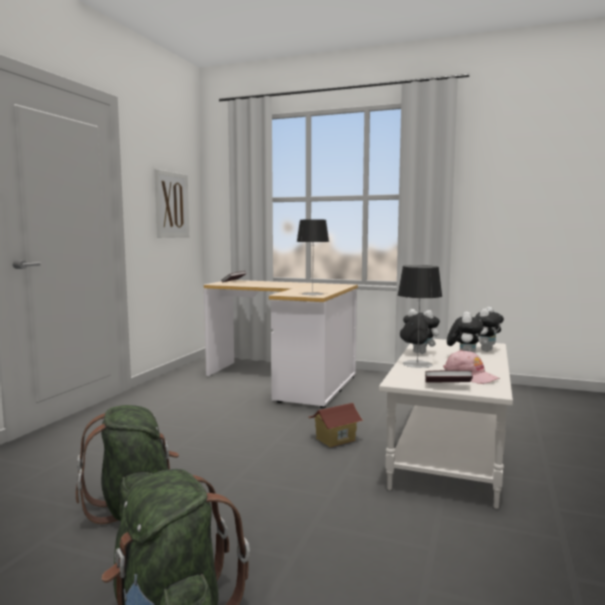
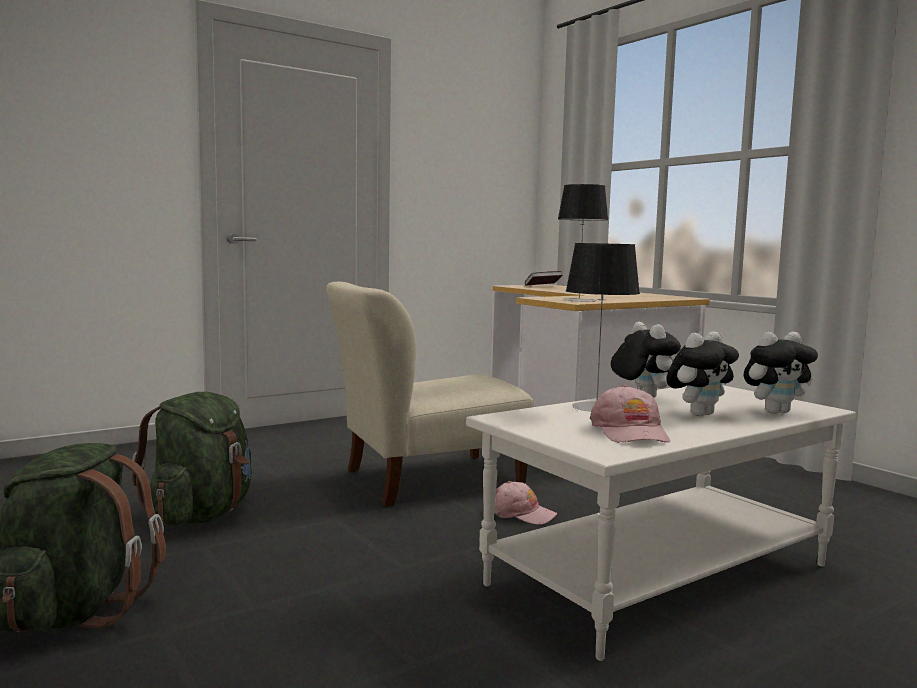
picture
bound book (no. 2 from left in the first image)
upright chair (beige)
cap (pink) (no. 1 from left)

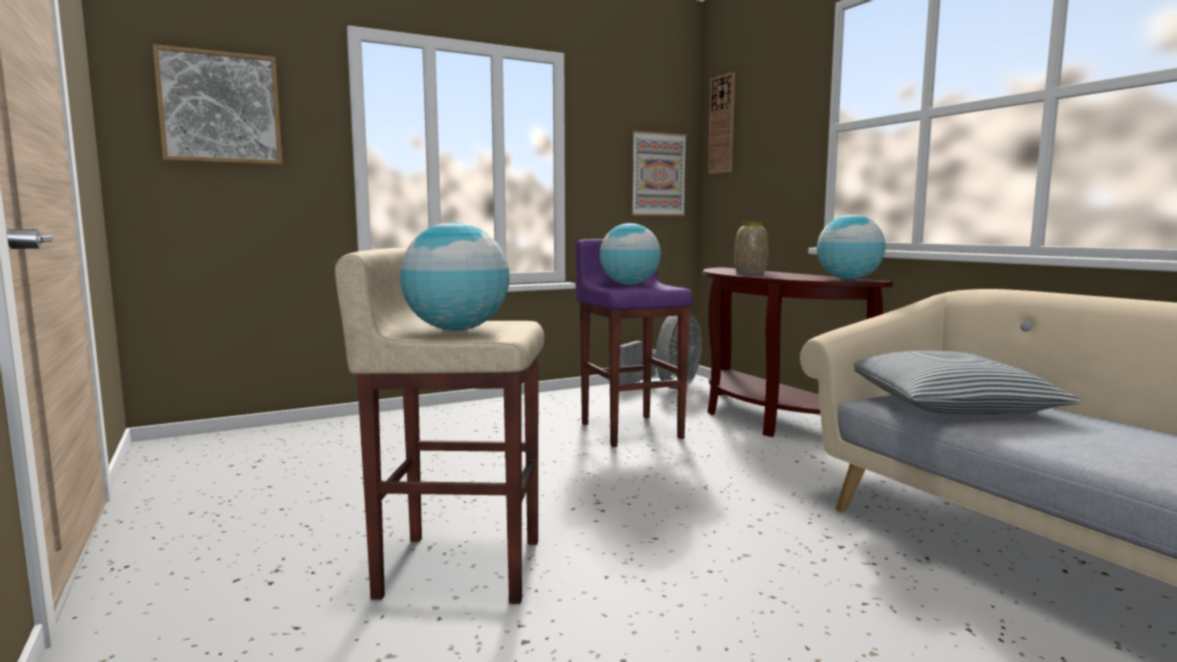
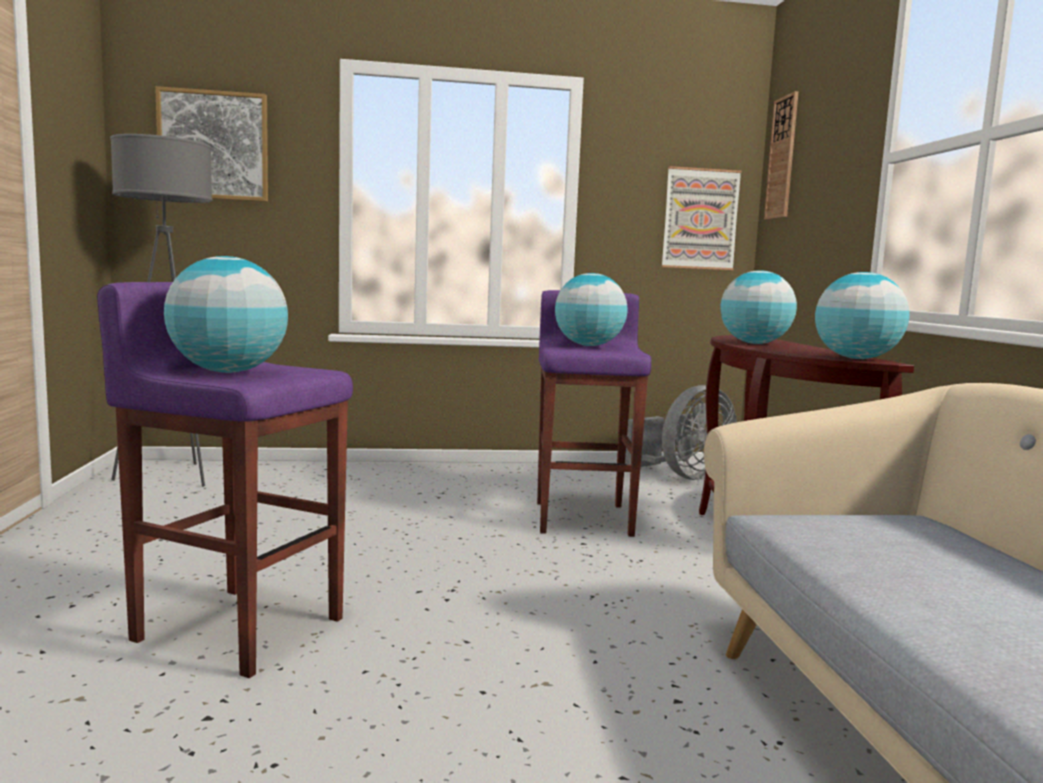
pillow
floor lamp (grey)
globe (no. 3 from left)
stool seat (purplish) (no. 1 from left)

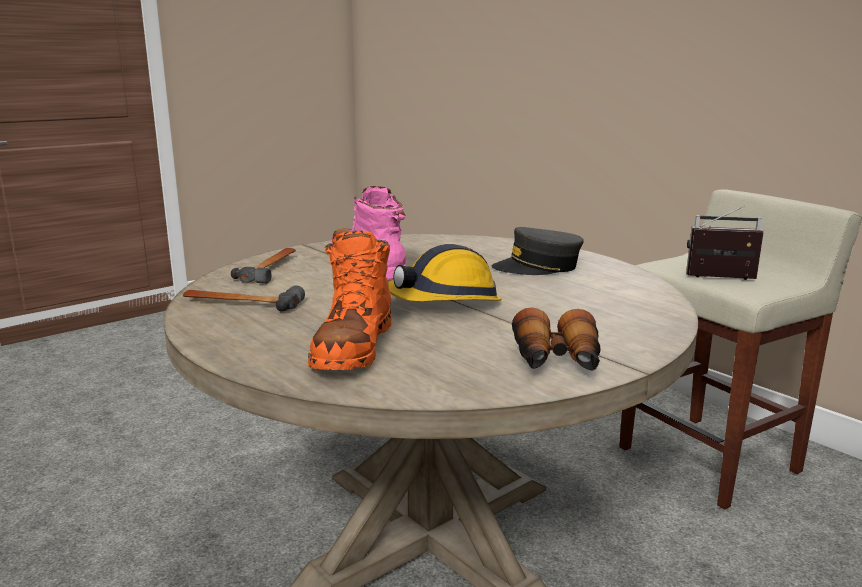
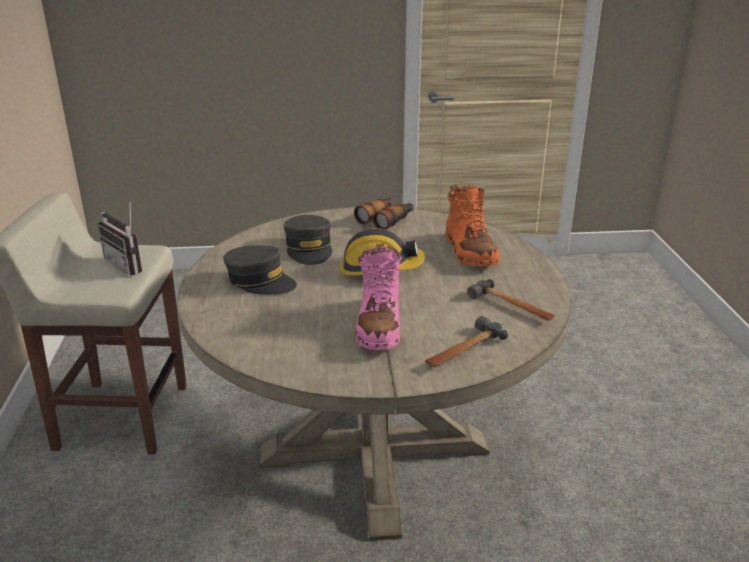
cap (grey) (no. 2 from left)
tall boot (orange-coloured)

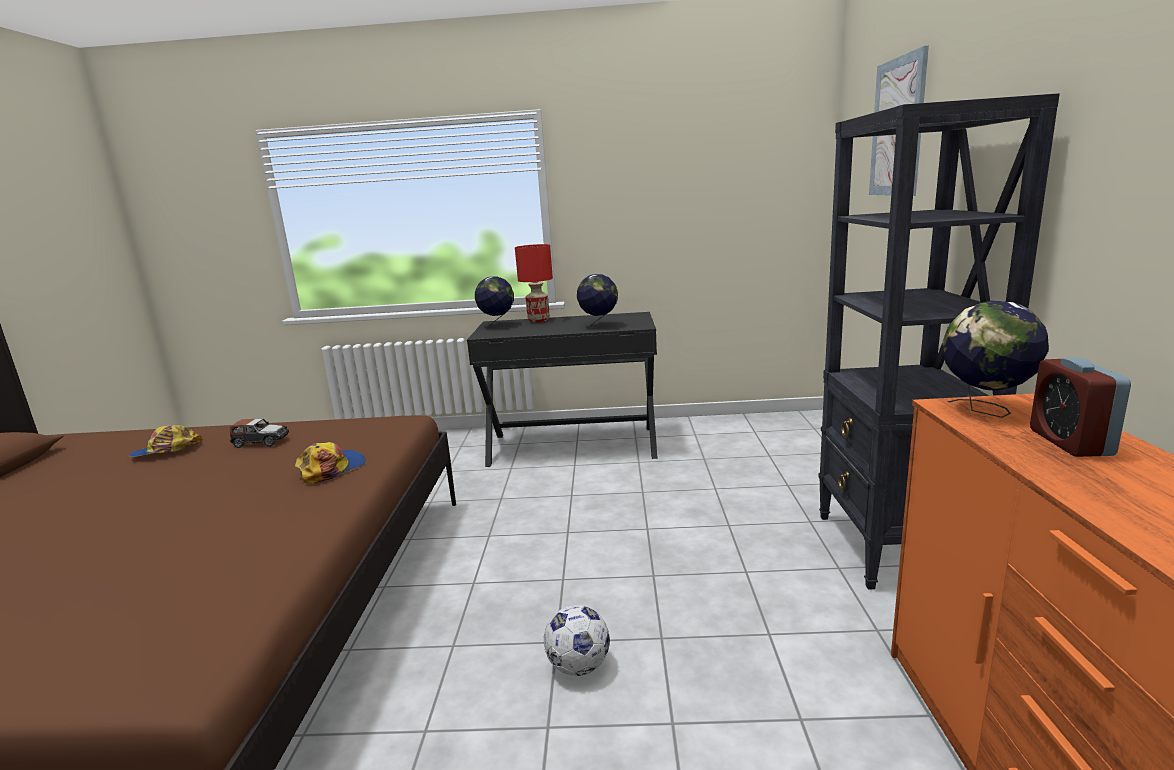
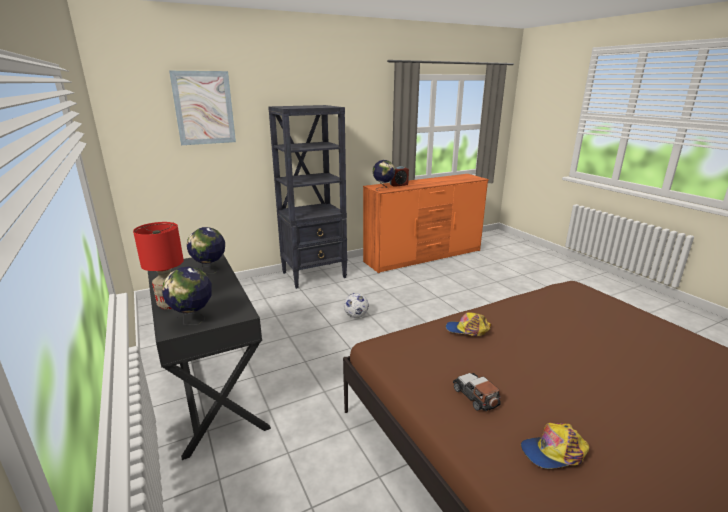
football
cap (no. 2 from left)

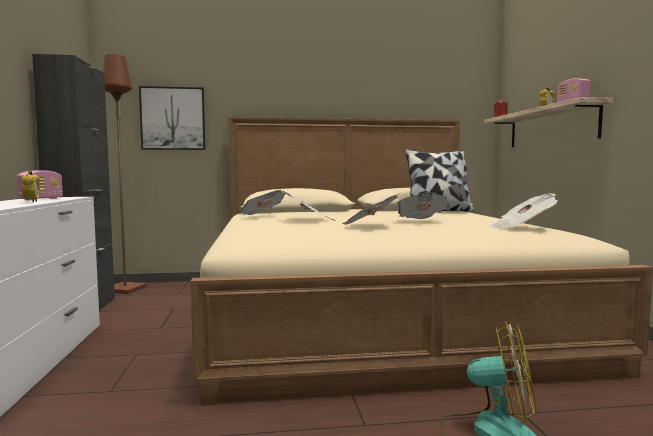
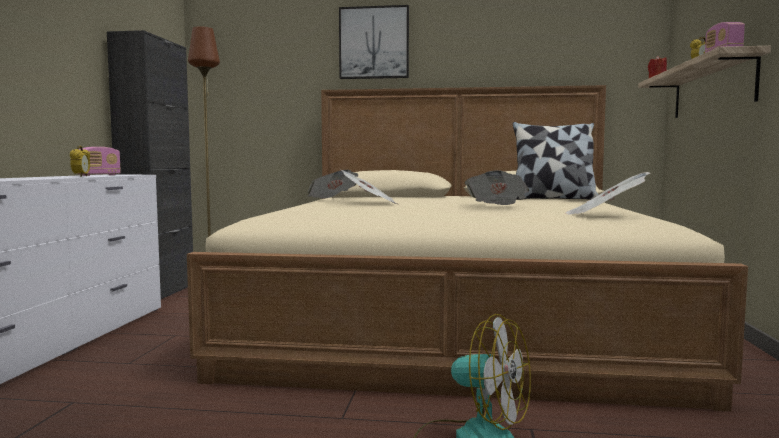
daily paper (no. 3 from left in the first image)
picture

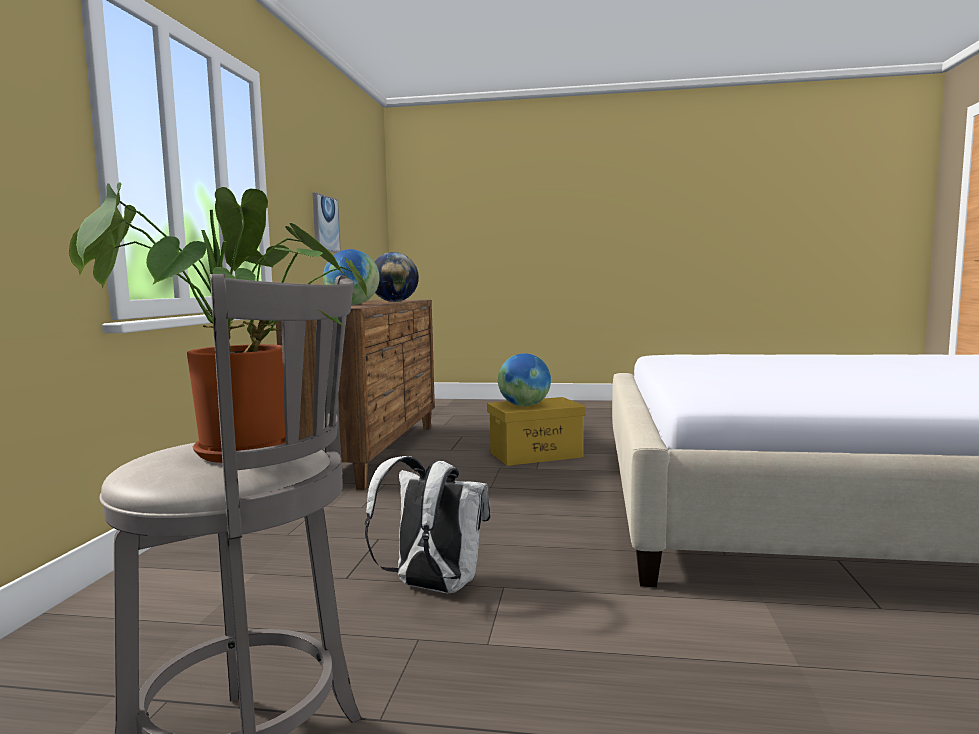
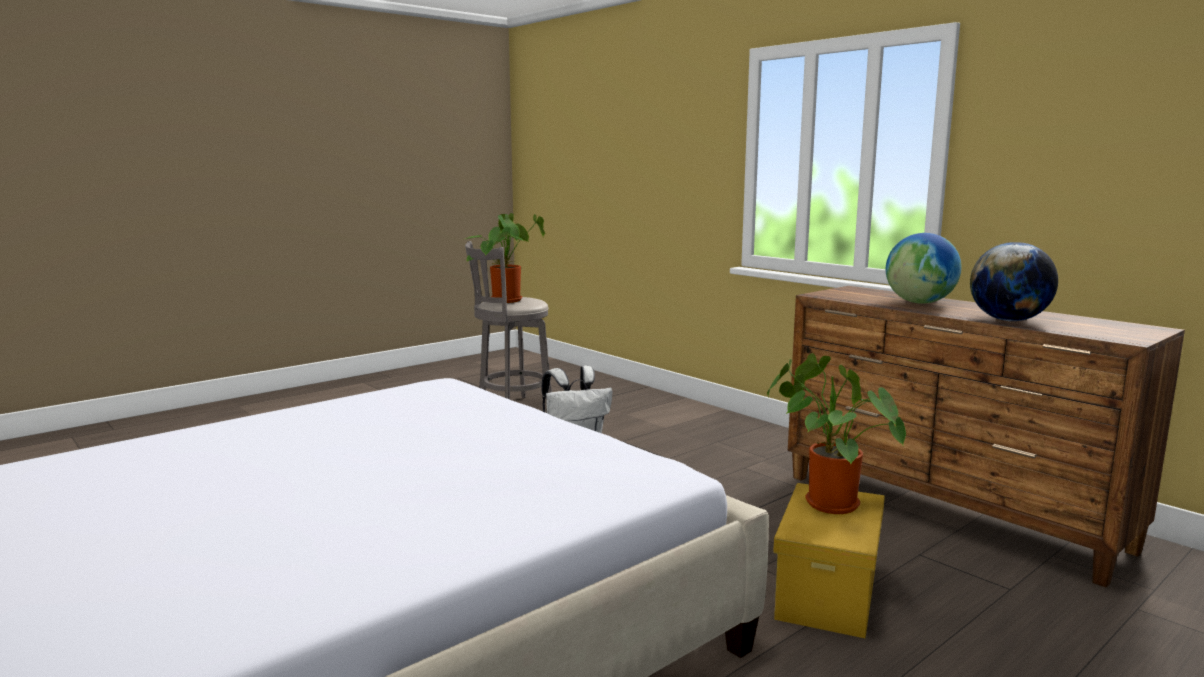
picture
plant in a pot (no. 2 from left)

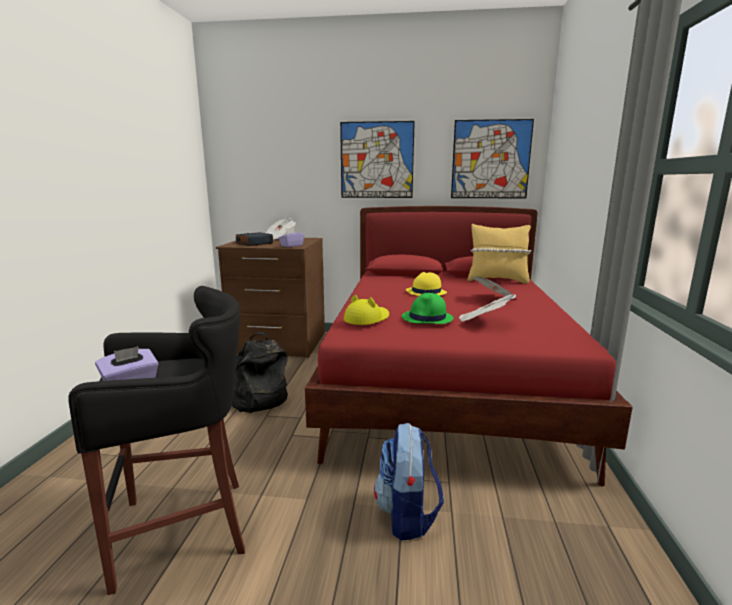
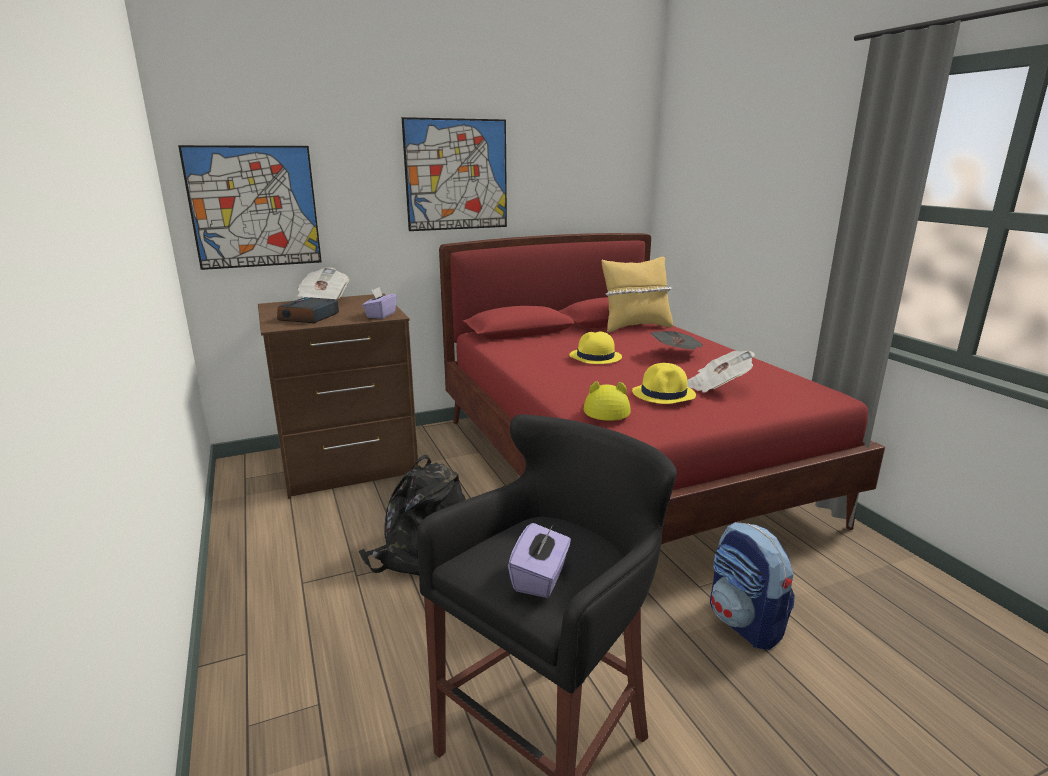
picture (no. 1 from left)
wearable hat (yellow) (no. 3 from left)

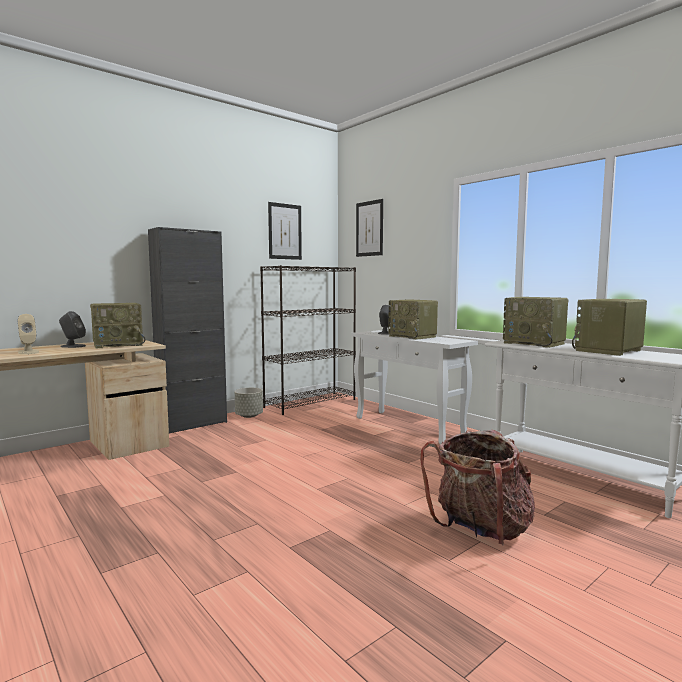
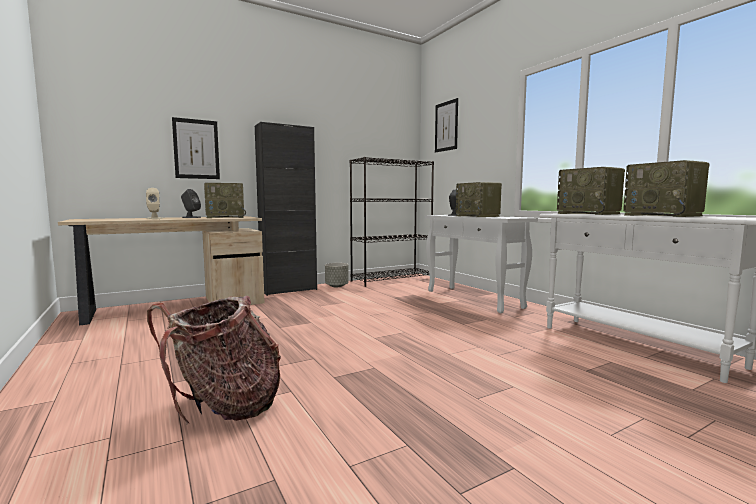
picture (no. 1 from left)
backpack
radio set (no. 4 from left)

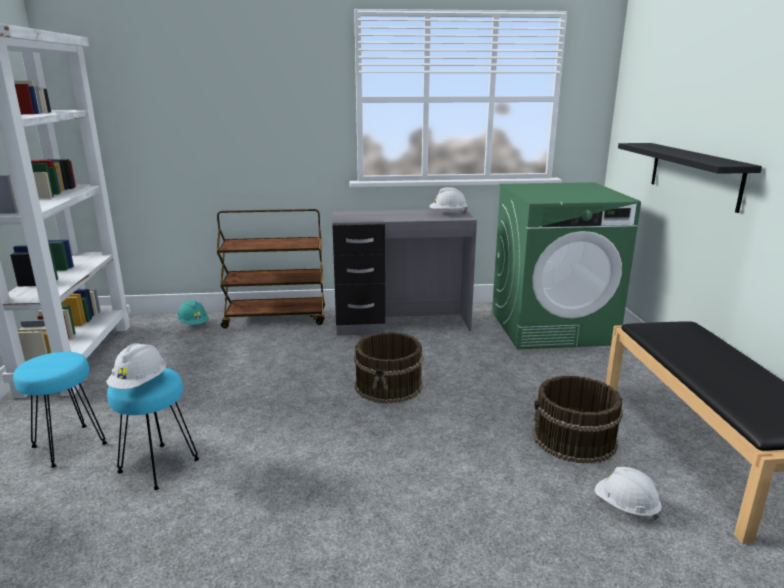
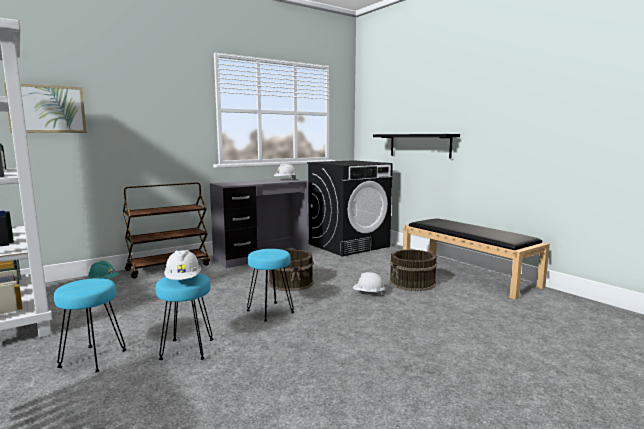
picture
stool seat (turquoise-coloured) (no. 3 from left)
hard hat (white) (no. 3 from left)
laundry machine (black)

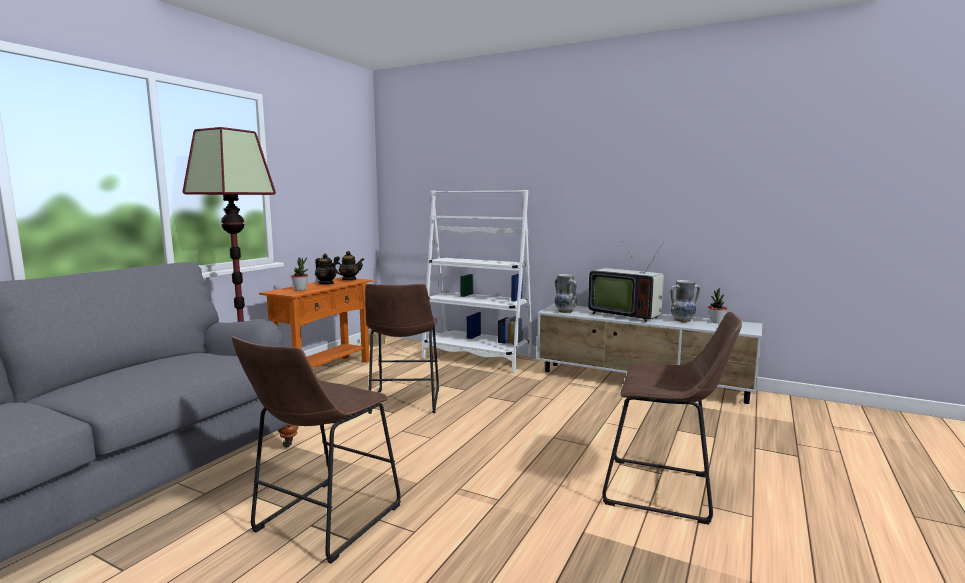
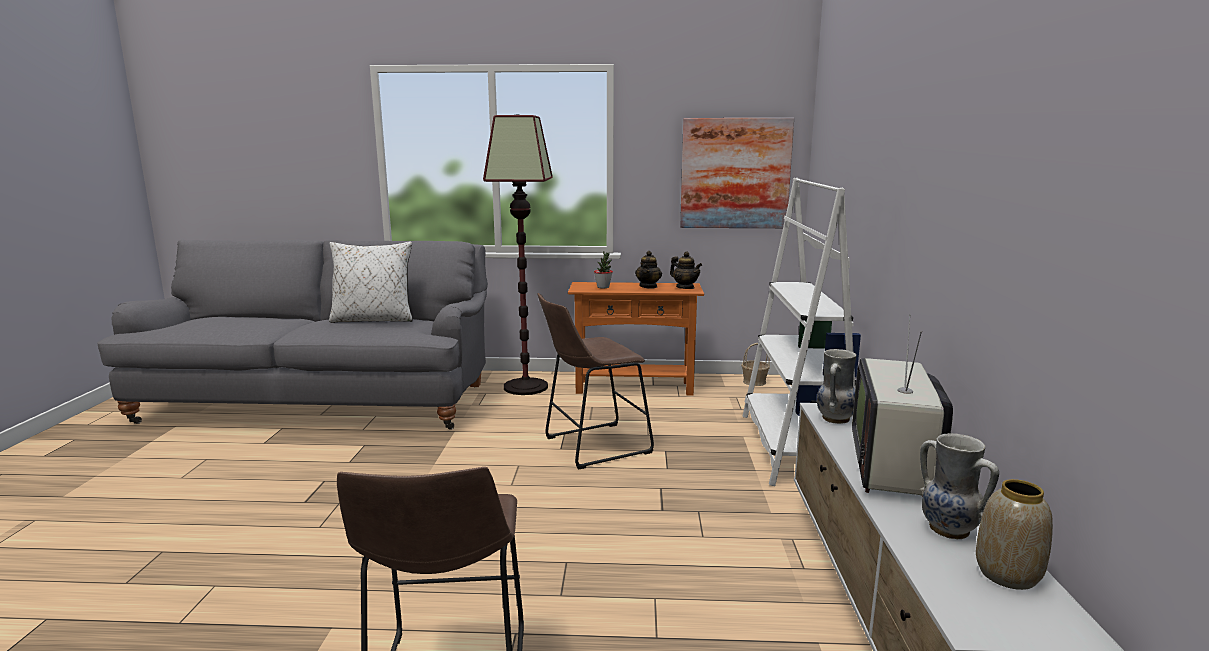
stool seat (brownish) (no. 1 from left in the first image)
pillow (white)
picture
vase (no. 3 from left)

